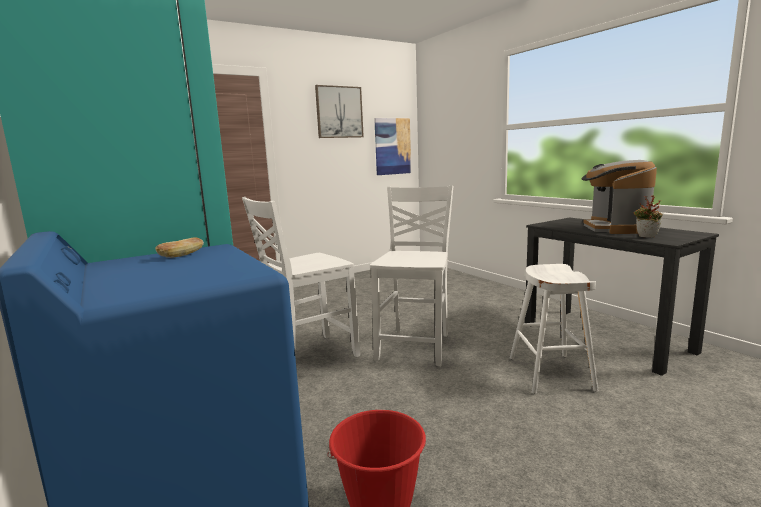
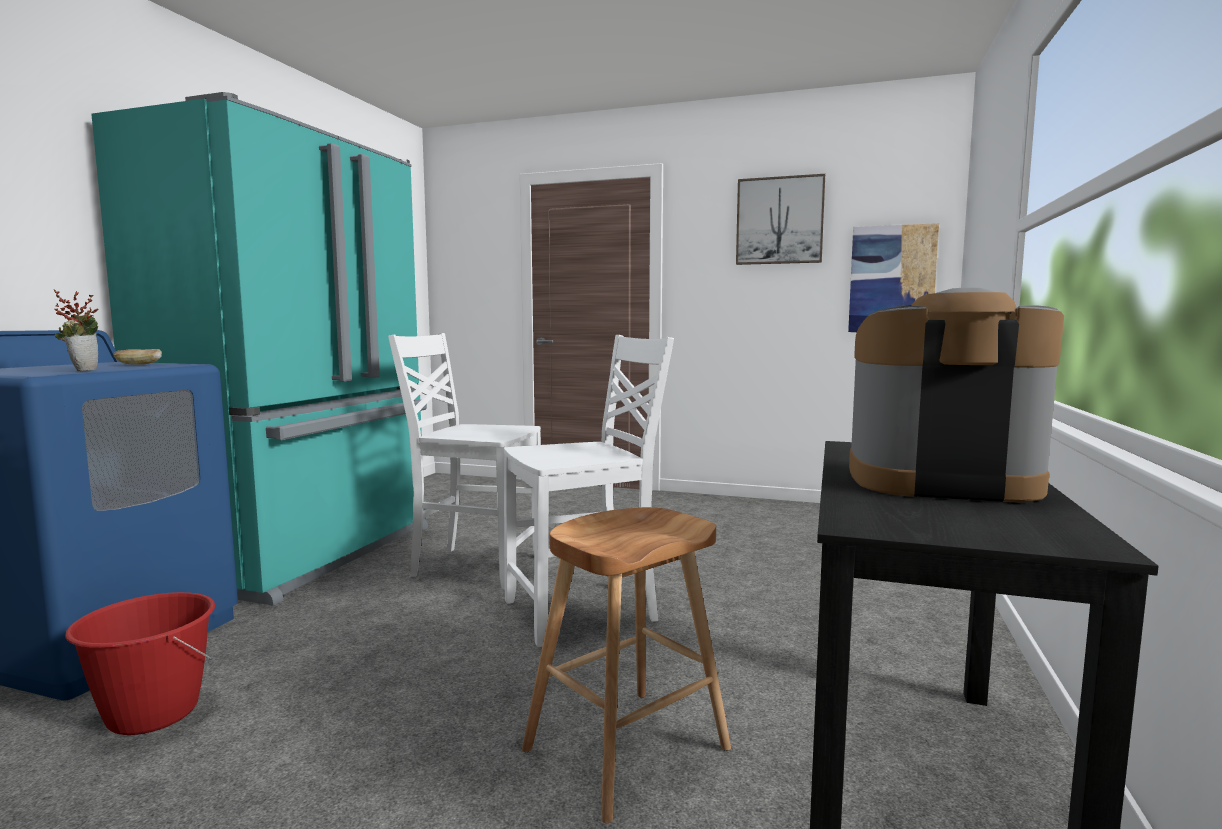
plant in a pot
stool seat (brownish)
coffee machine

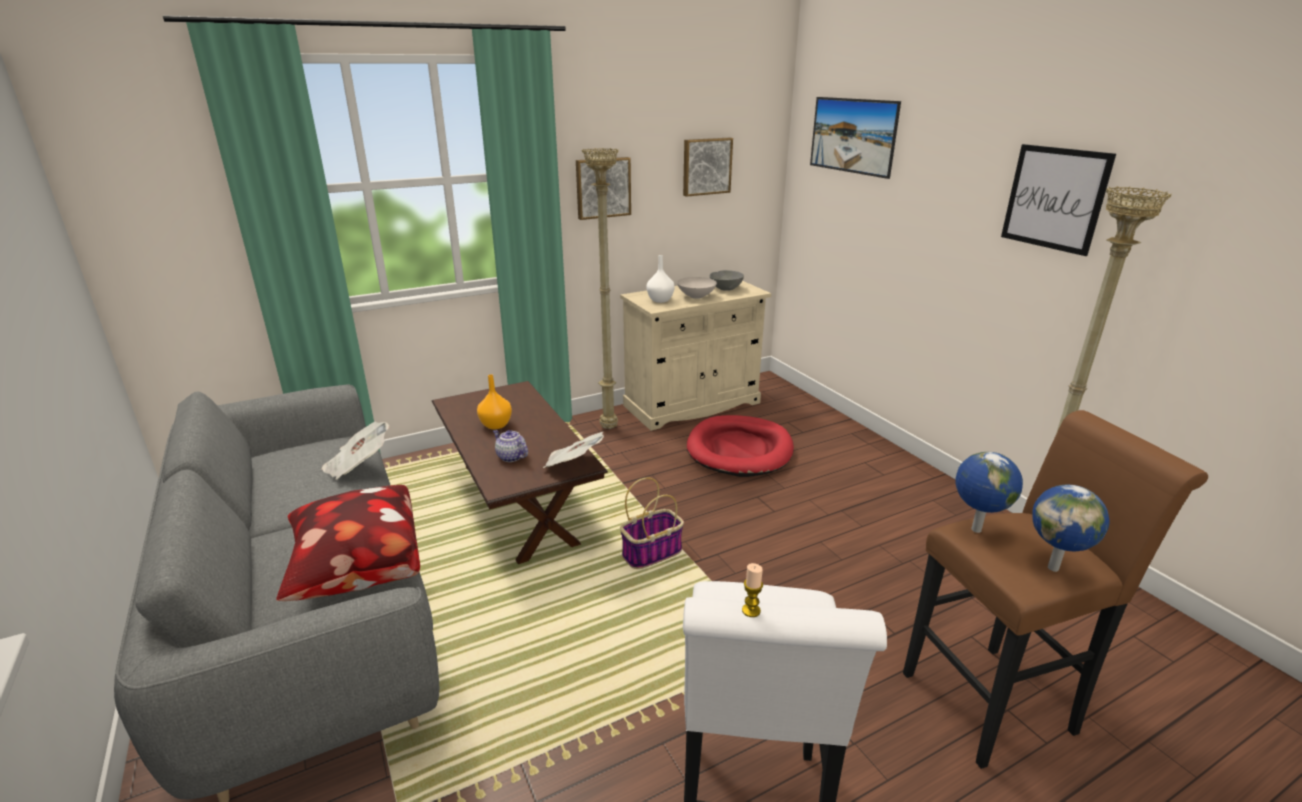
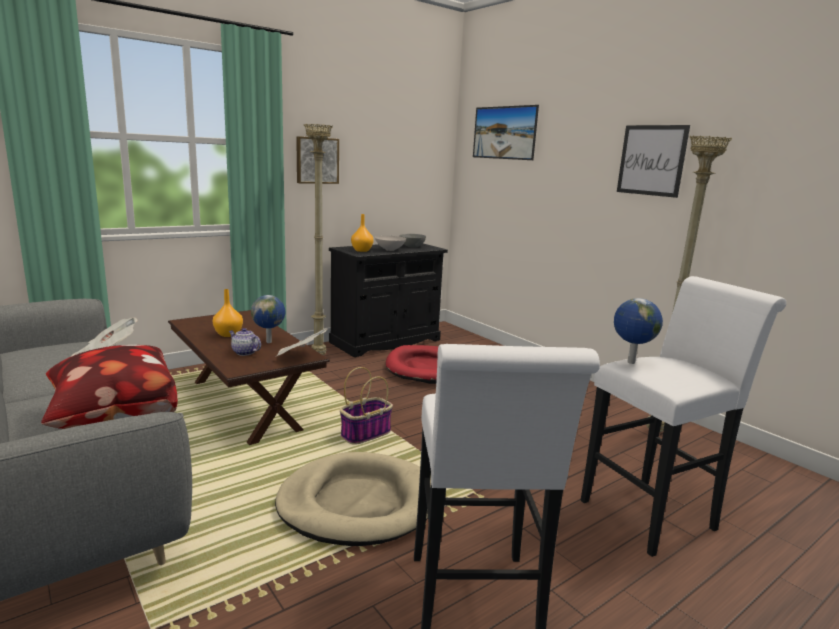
picture (no. 2 from left in the first image)
wax candle
dog bed (beige)
globe (no. 1 from left)
storage cabinet (black)
vase (orange-coloured) (no. 2 from left)
stool seat (white) (no. 2 from left)

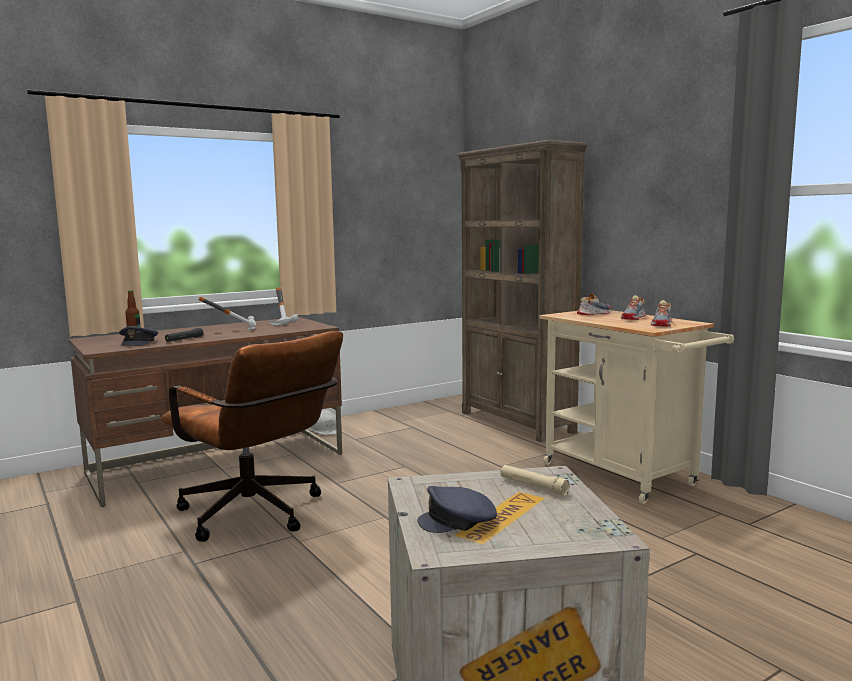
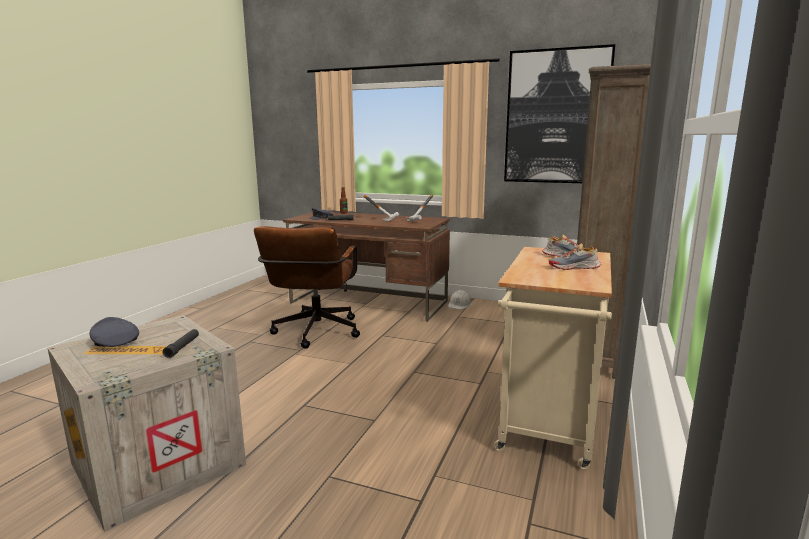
item of footwear (no. 3 from left in the first image)
picture
torch (black) (no. 1 from left)

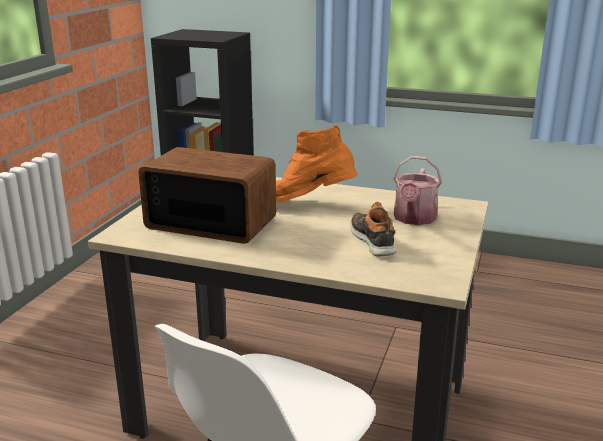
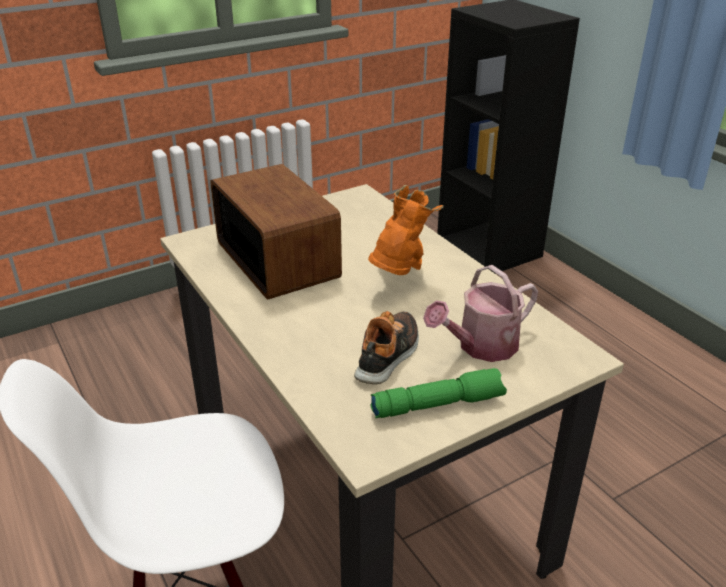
torch (green-coloured)
tall boot (orange-coloured)

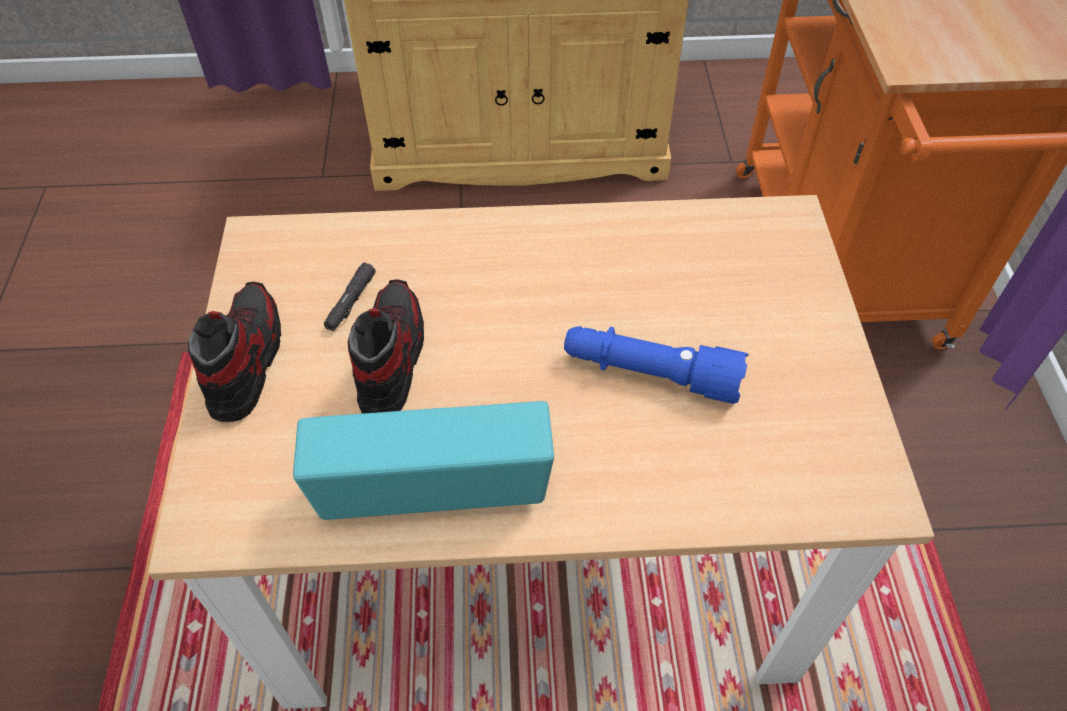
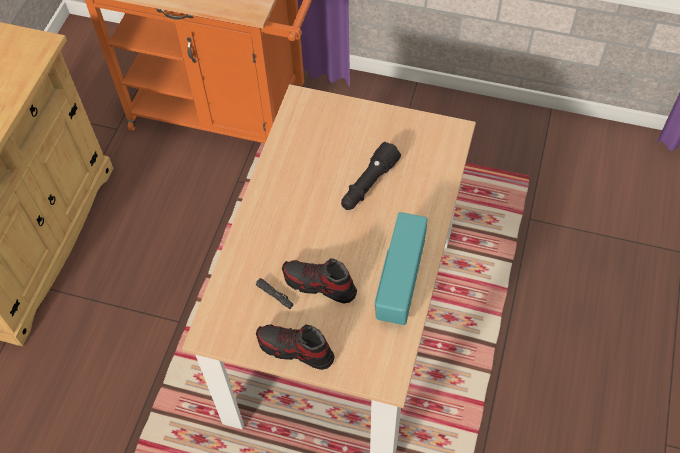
torch (black) (no. 2 from left)

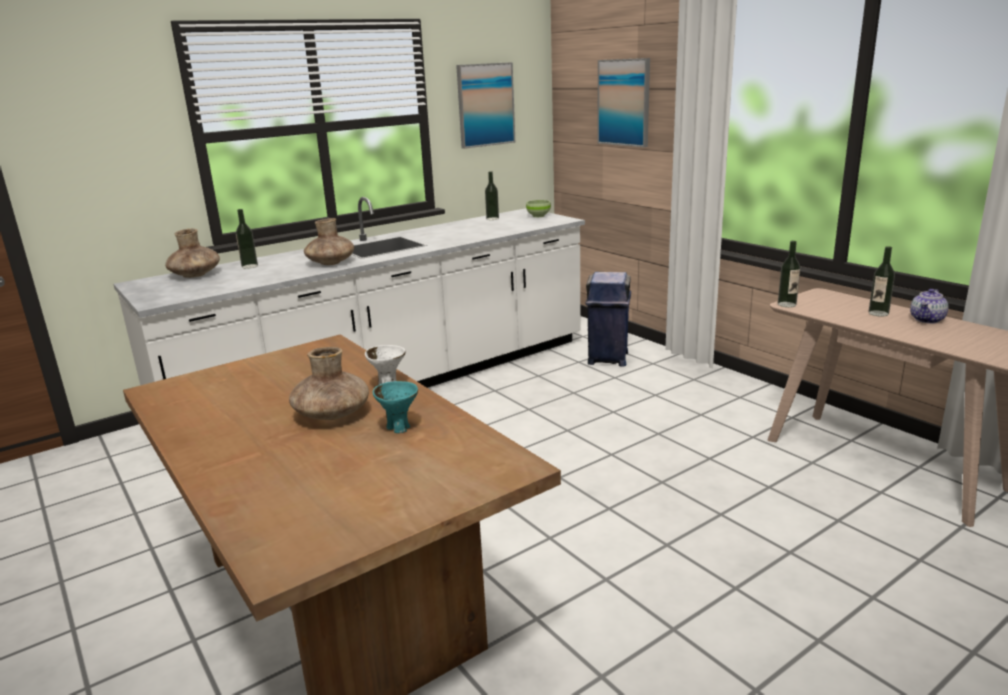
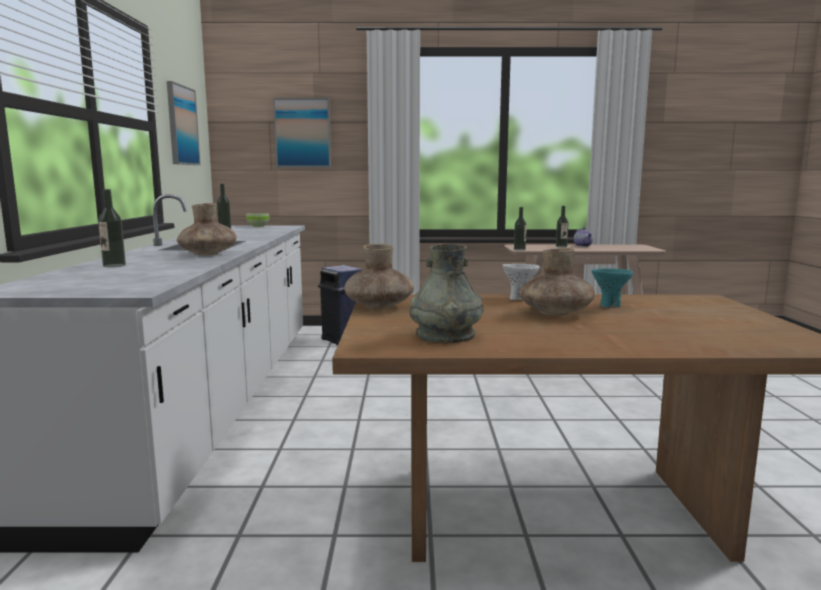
vase (grey)
vase (brownish) (no. 2 from left)

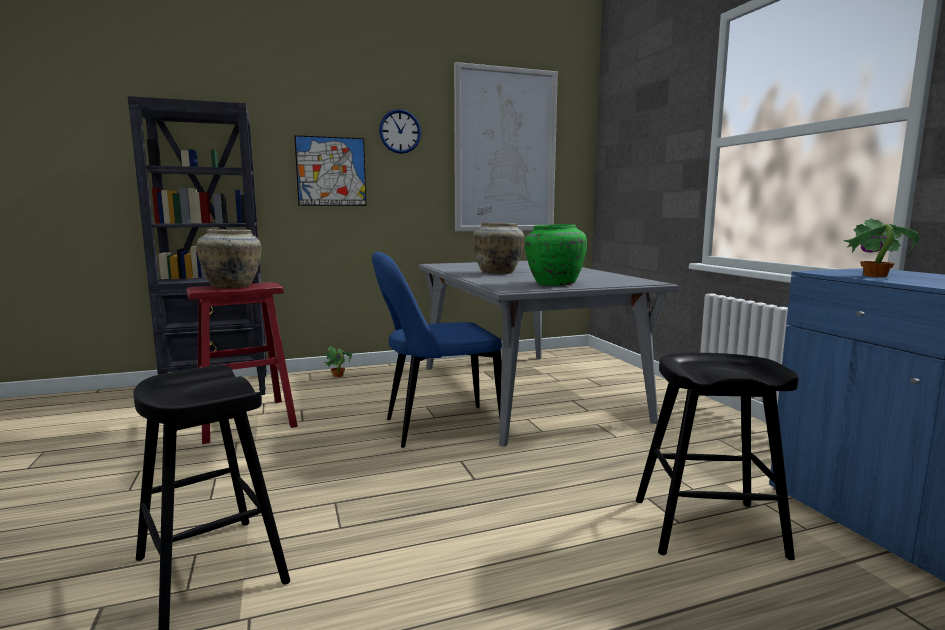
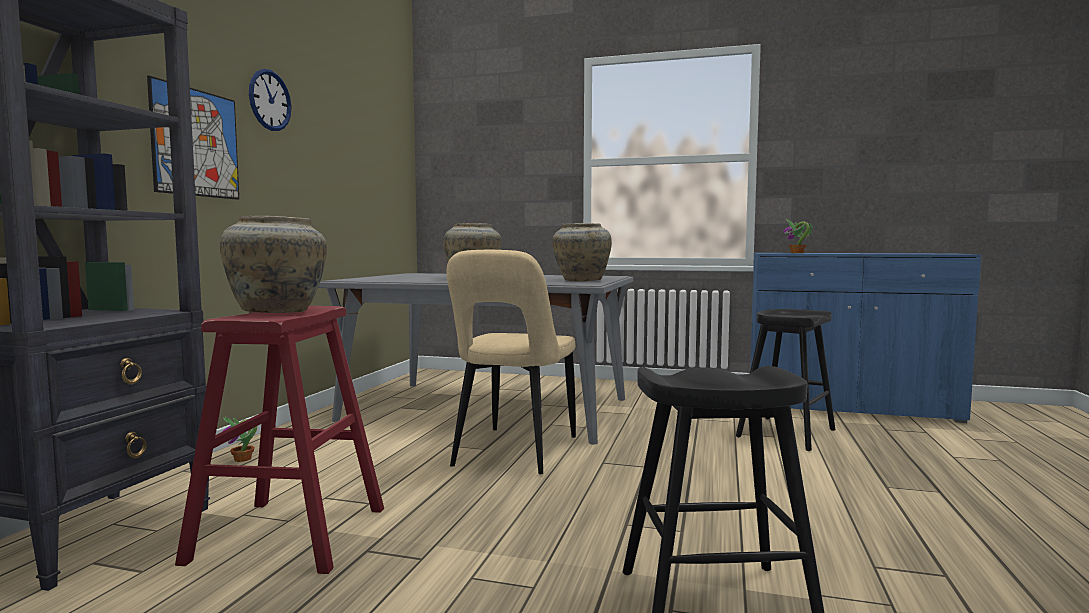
picture (no. 2 from left in the first image)
upright chair (beige)
vase (beige) (no. 3 from left)

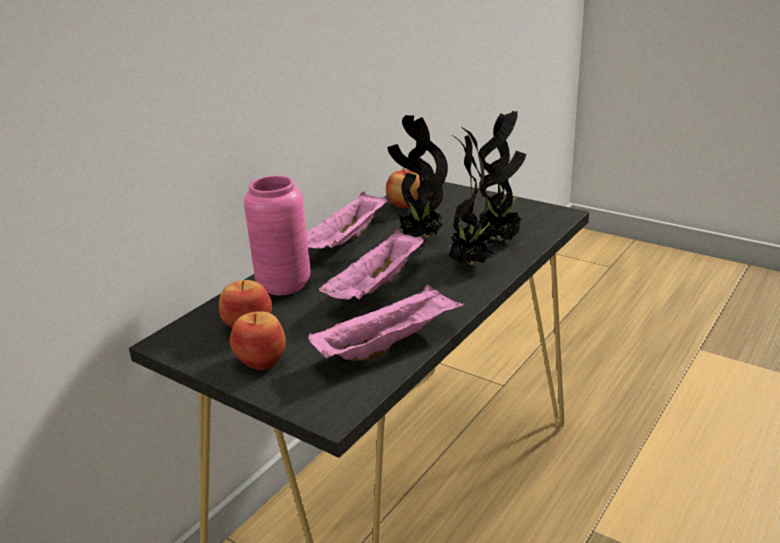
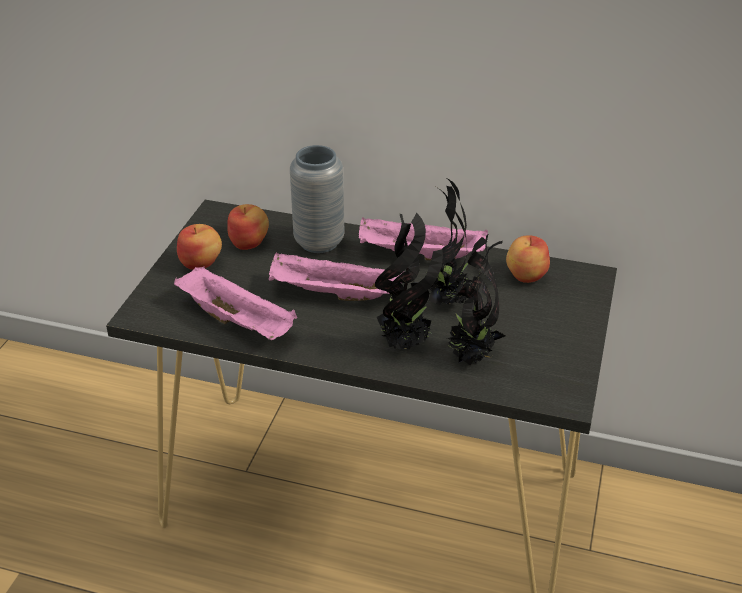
vase (grey)

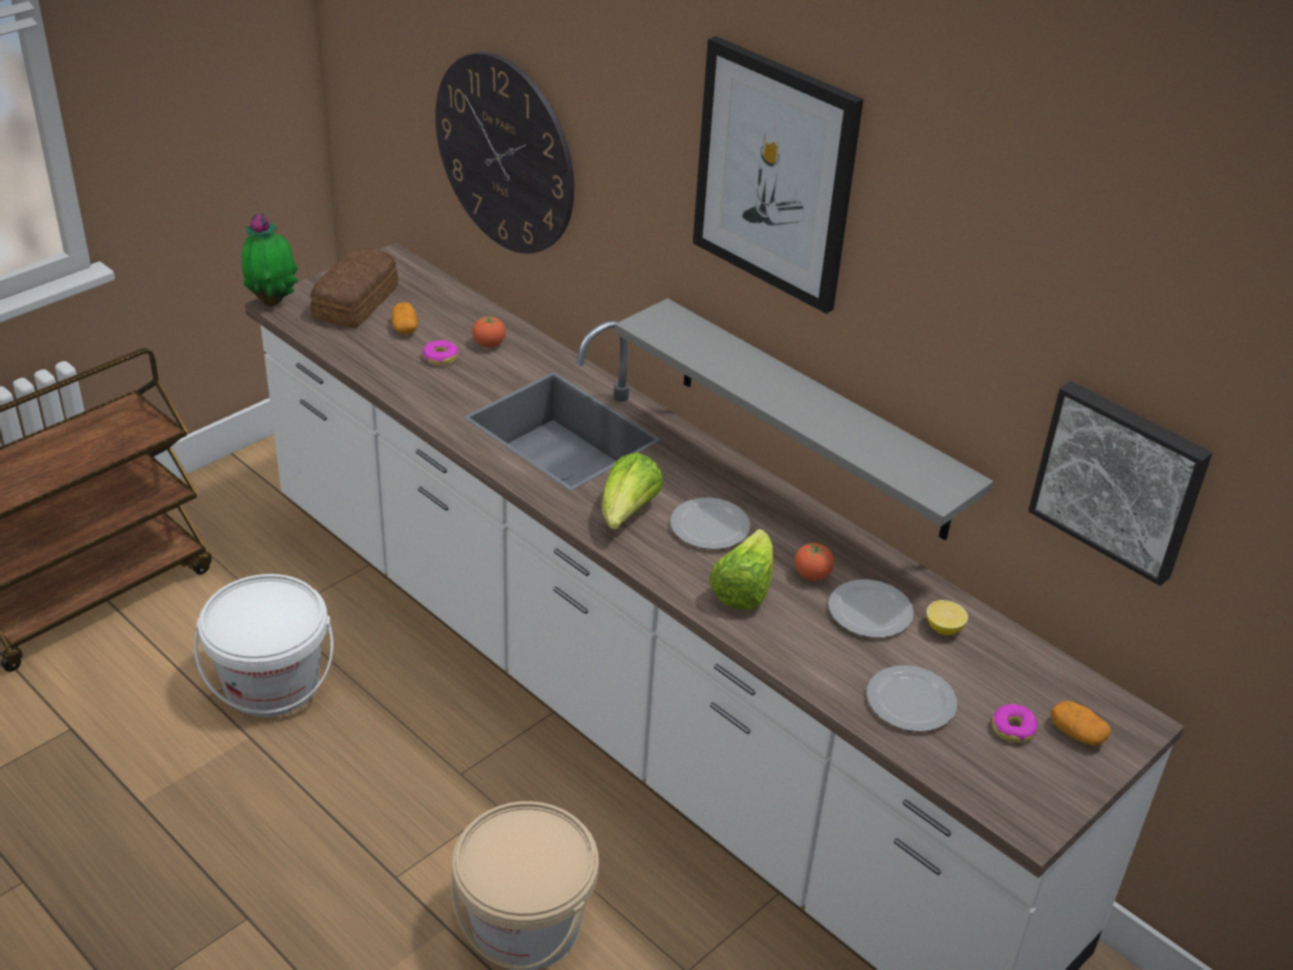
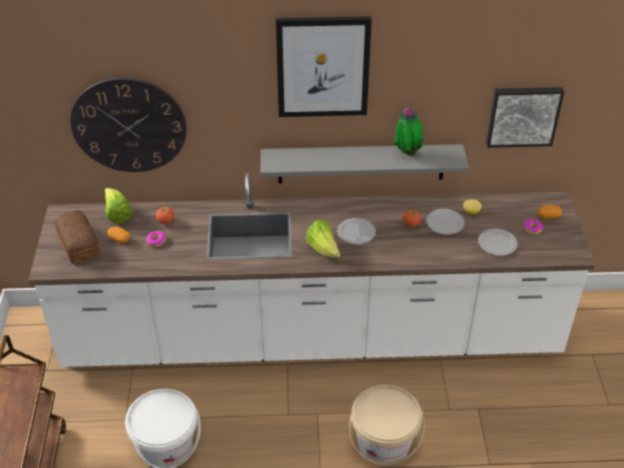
plant in a pot
head of lettuce (no. 1 from left)

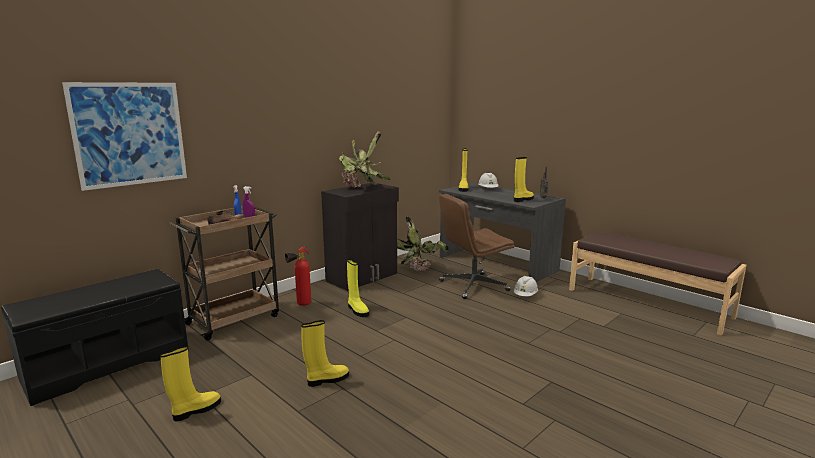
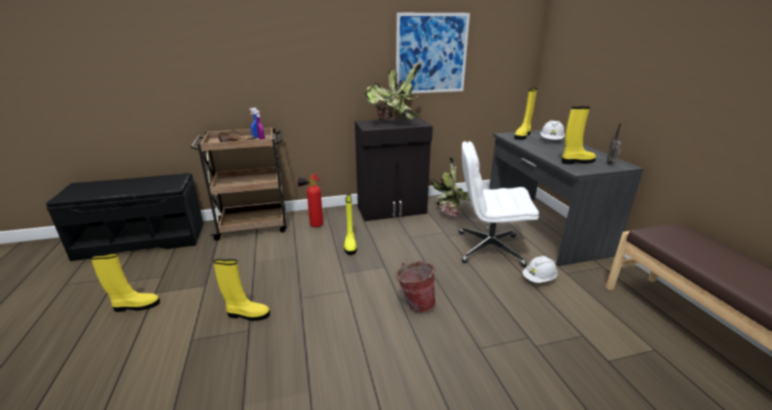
bucket
picture
desk chair (white)

